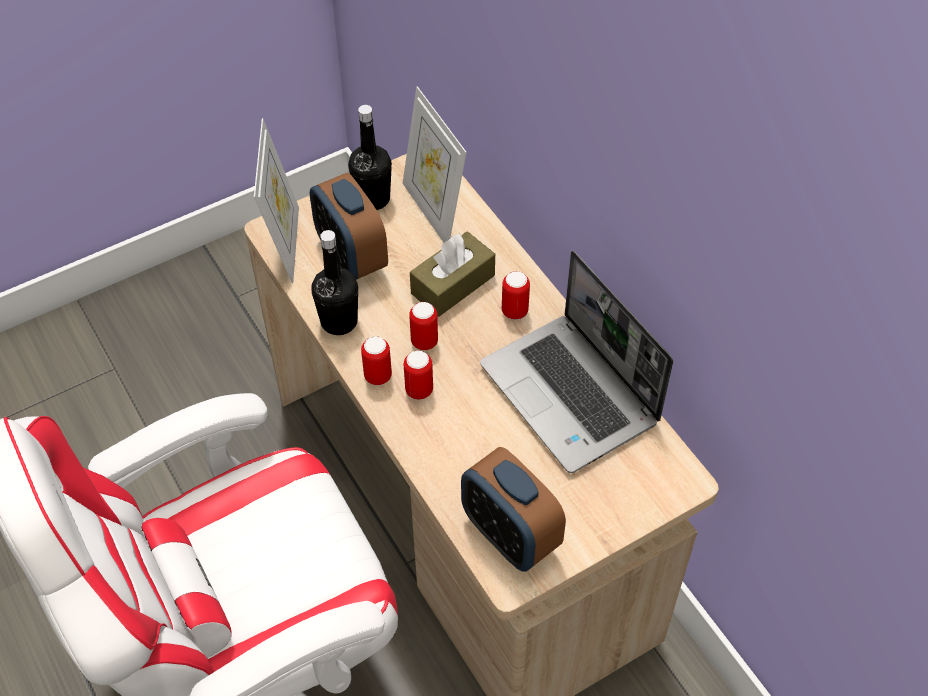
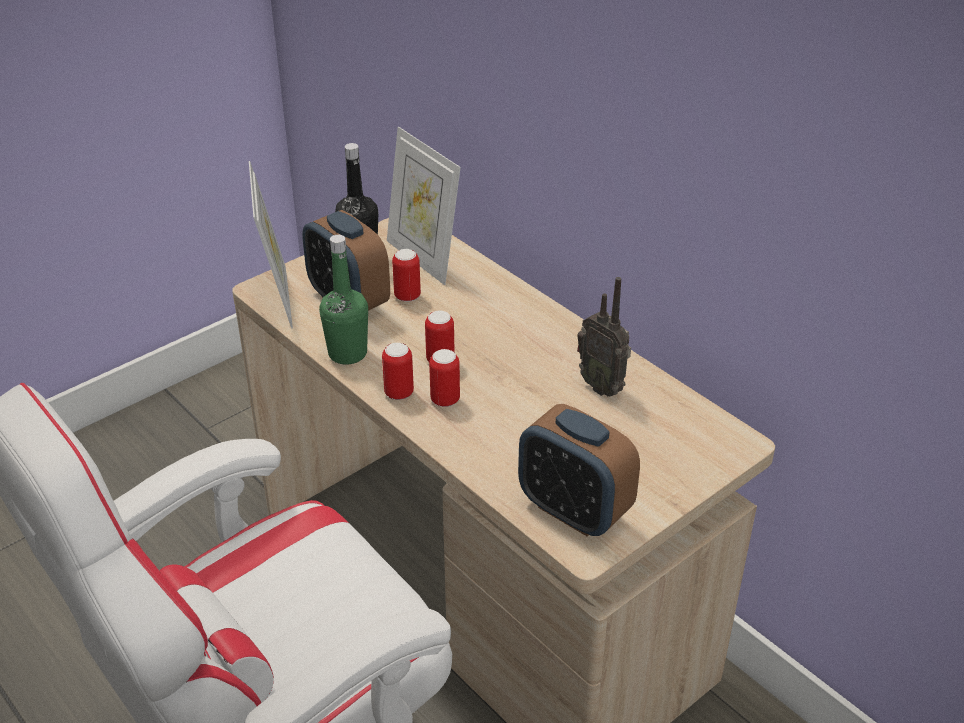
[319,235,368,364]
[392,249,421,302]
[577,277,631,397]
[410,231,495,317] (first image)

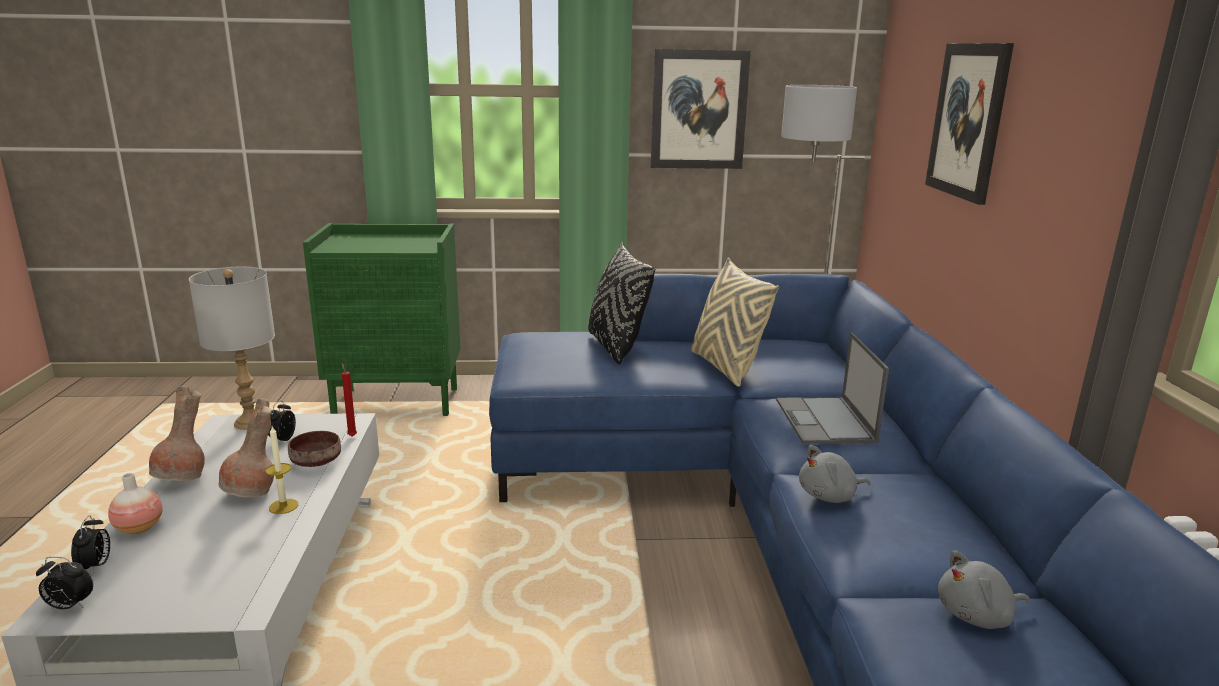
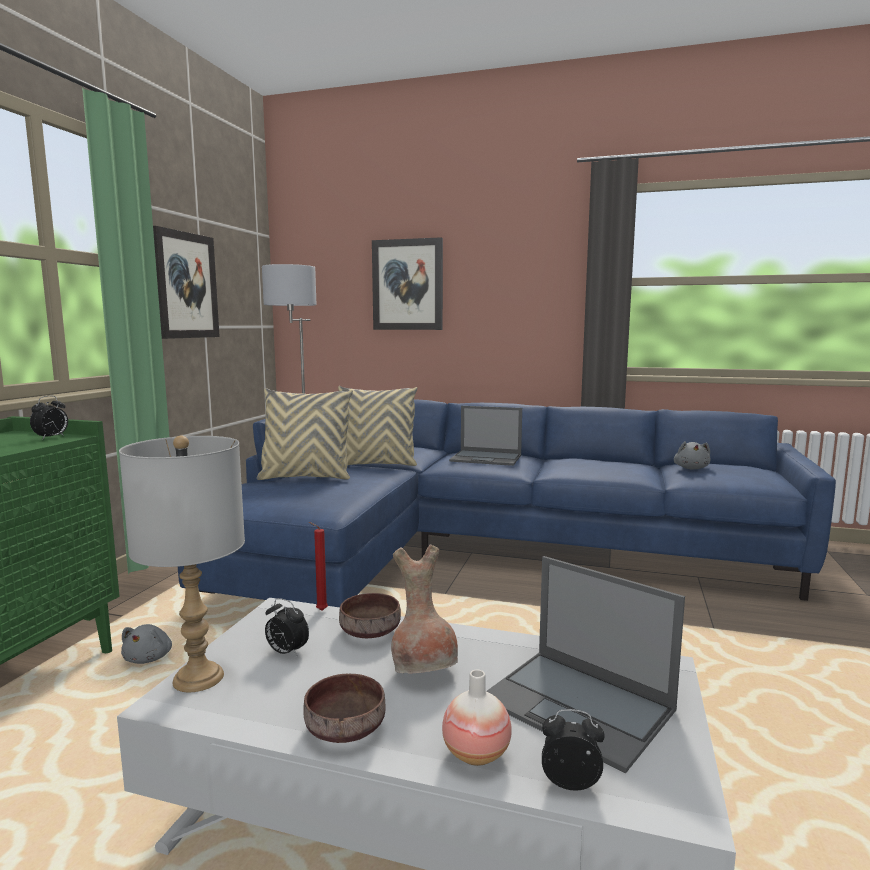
[30,395,68,439]
[121,624,172,664]
[257,388,353,480]
[303,674,385,743]
[487,556,685,774]
[266,426,298,514] (first image)

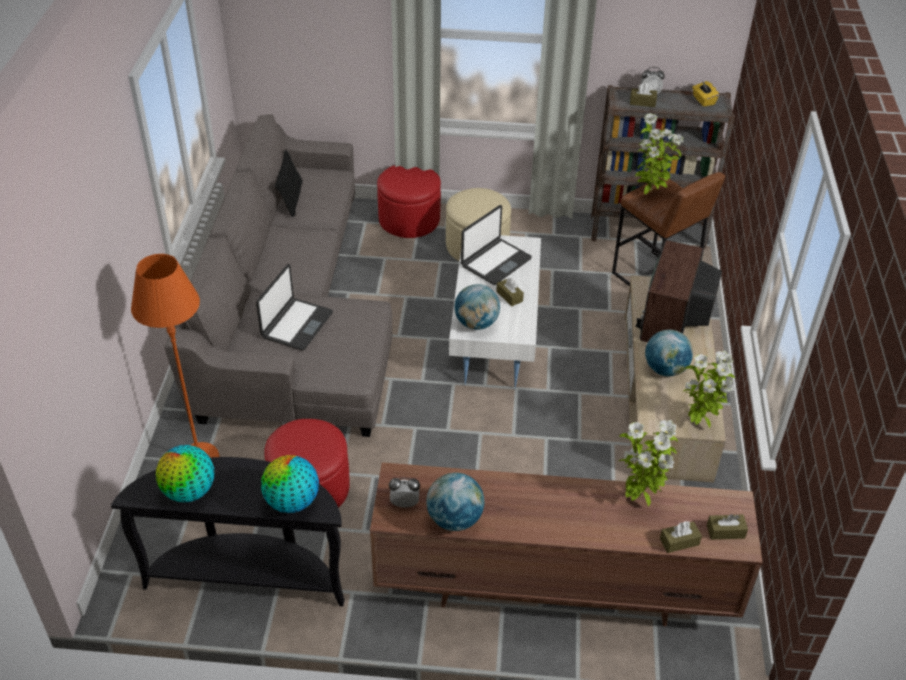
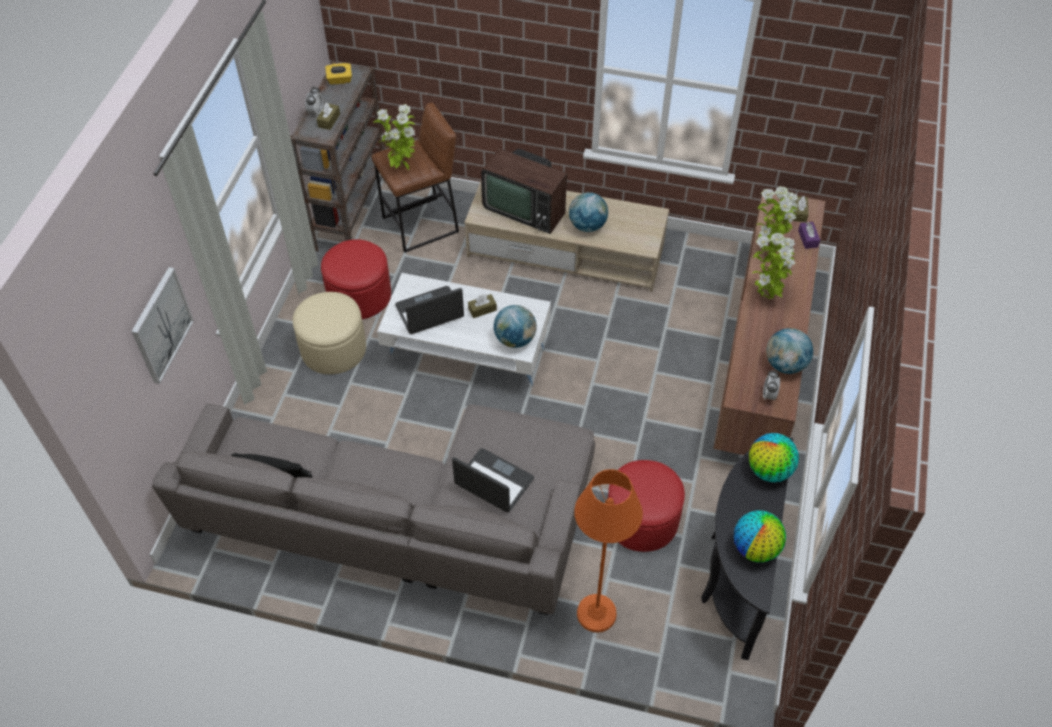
[131,267,194,384]
[321,239,391,319]
[395,286,464,334]
[753,233,795,299]
[798,222,820,249]

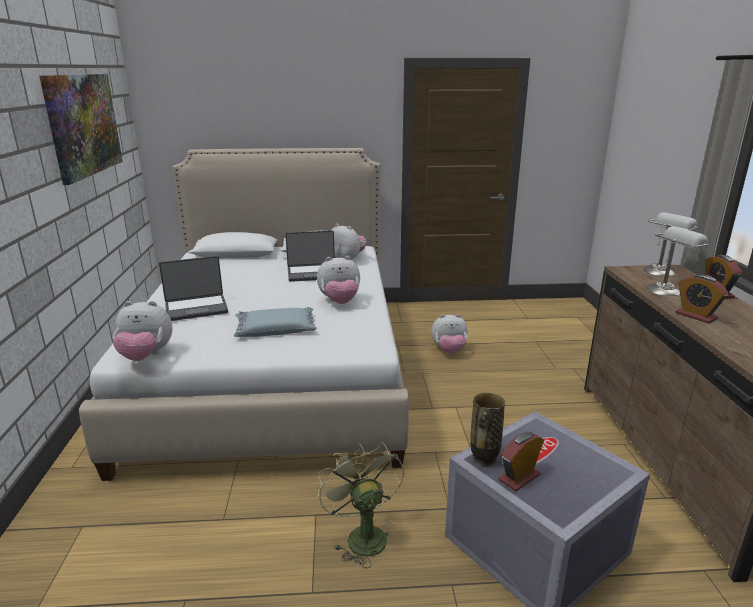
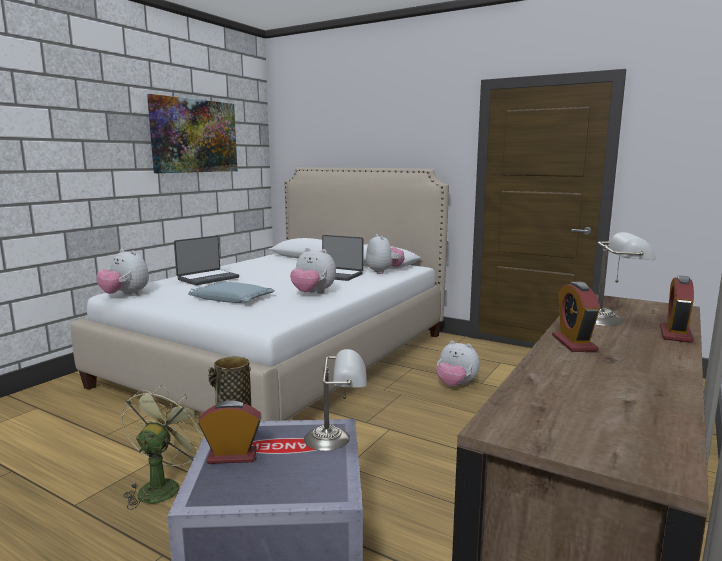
[174,236,239,285]
[304,349,367,451]

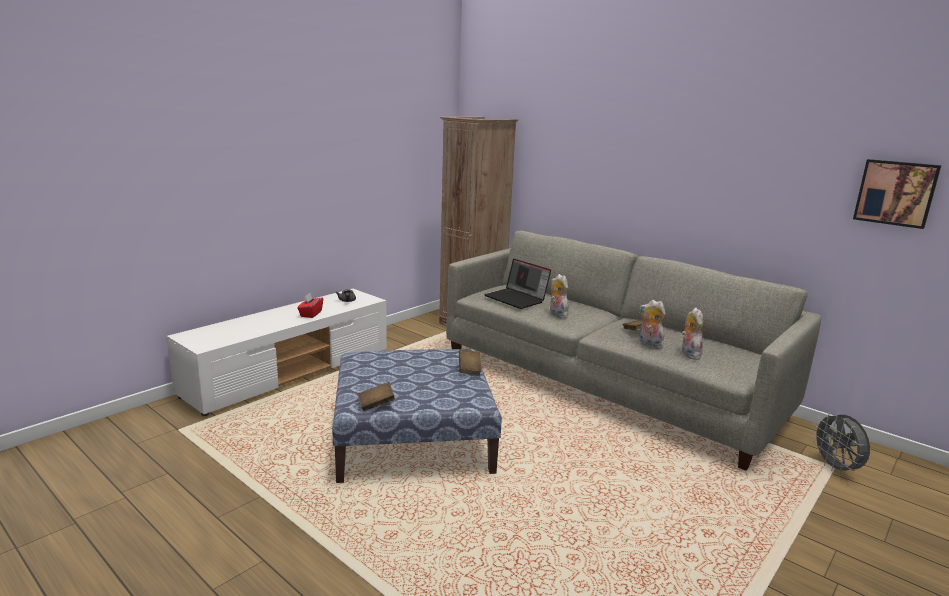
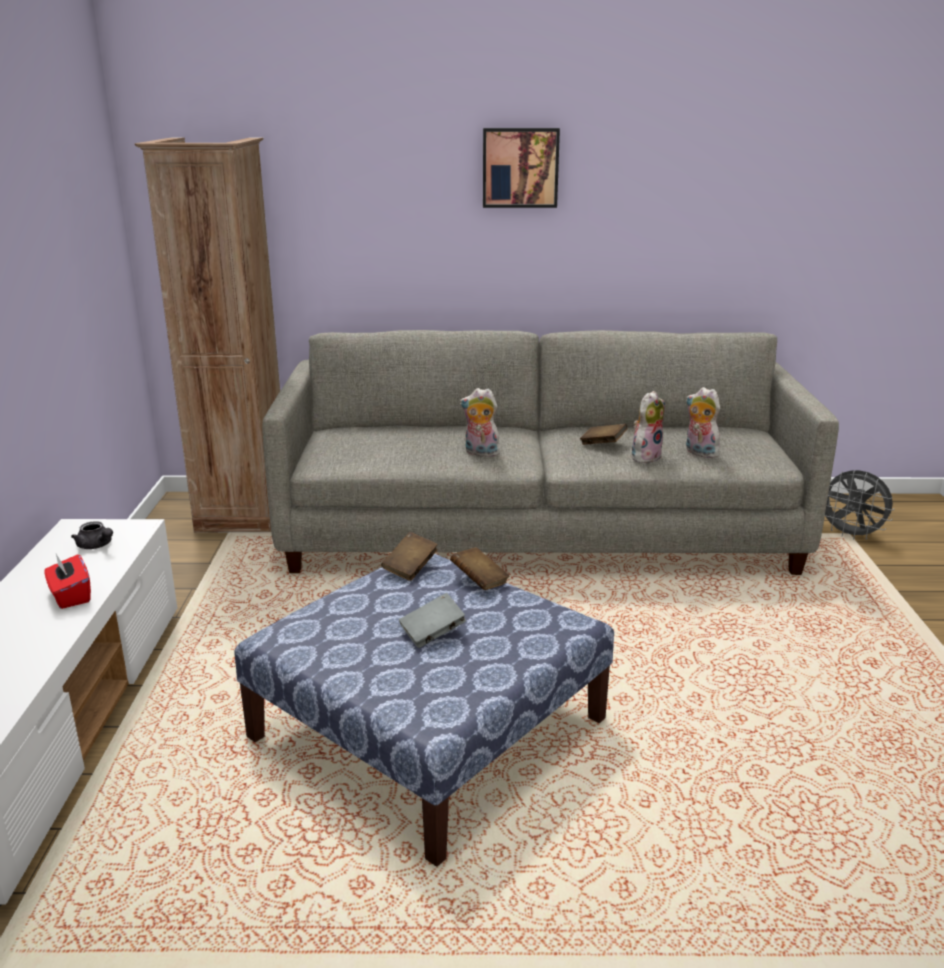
[381,532,438,581]
[399,593,466,648]
[483,128,560,208]
[632,391,665,463]
[484,259,551,309] (first image)

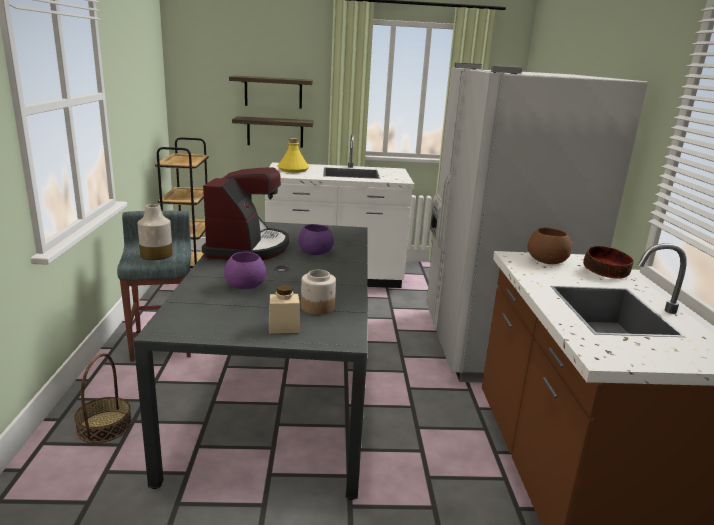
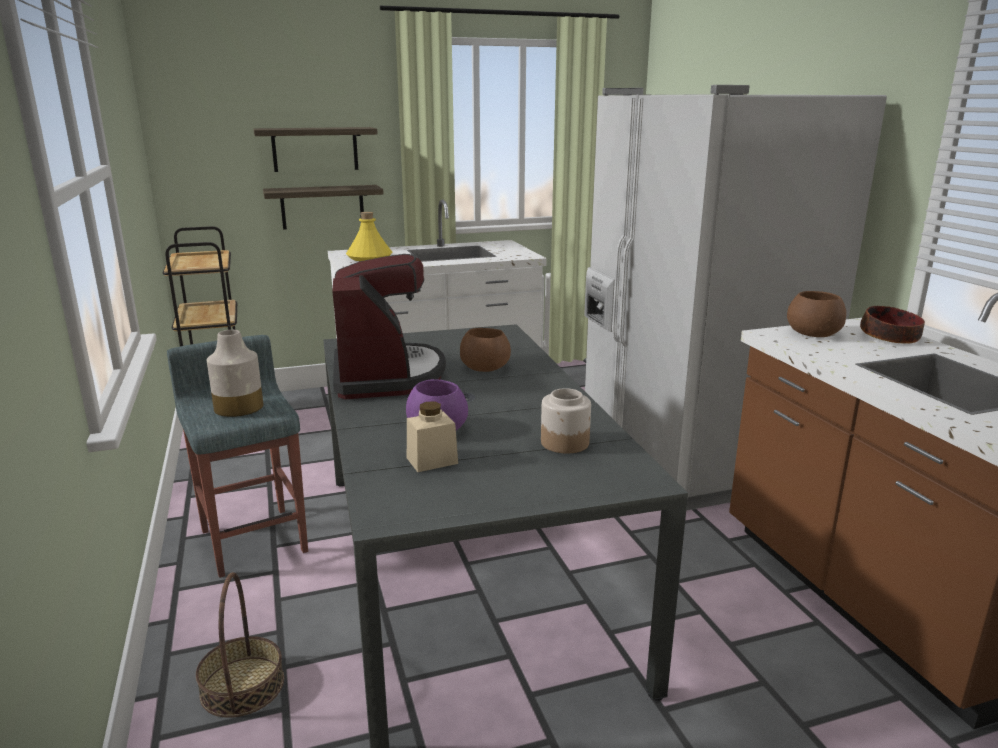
[407,402,458,472]
[460,328,511,372]

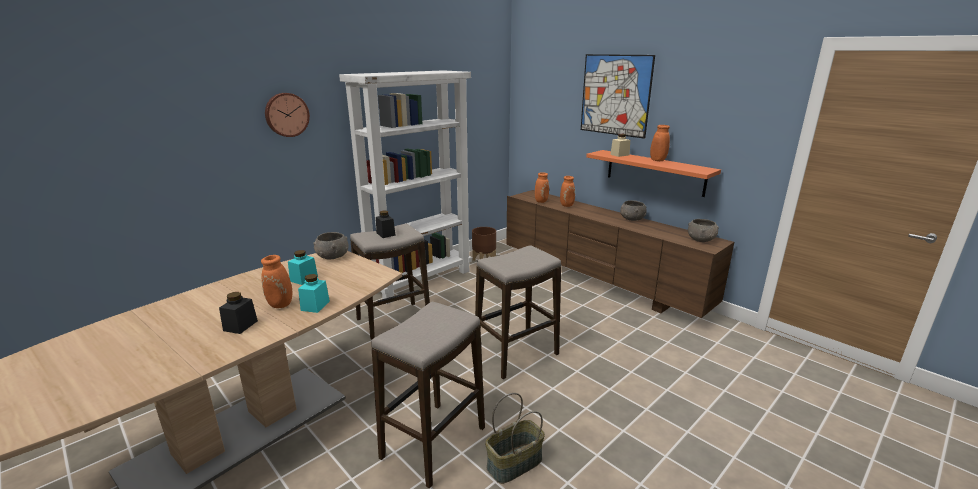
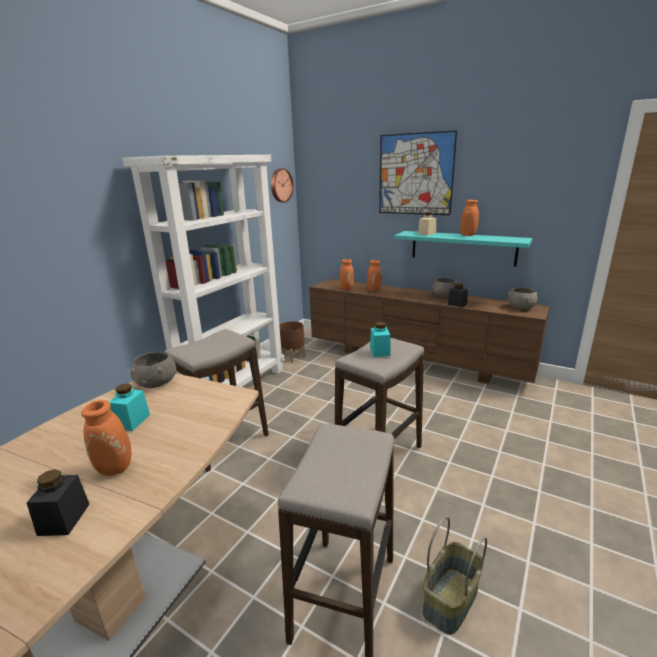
[271,168,294,202]
[370,322,391,357]
[394,231,533,267]
[448,283,468,307]

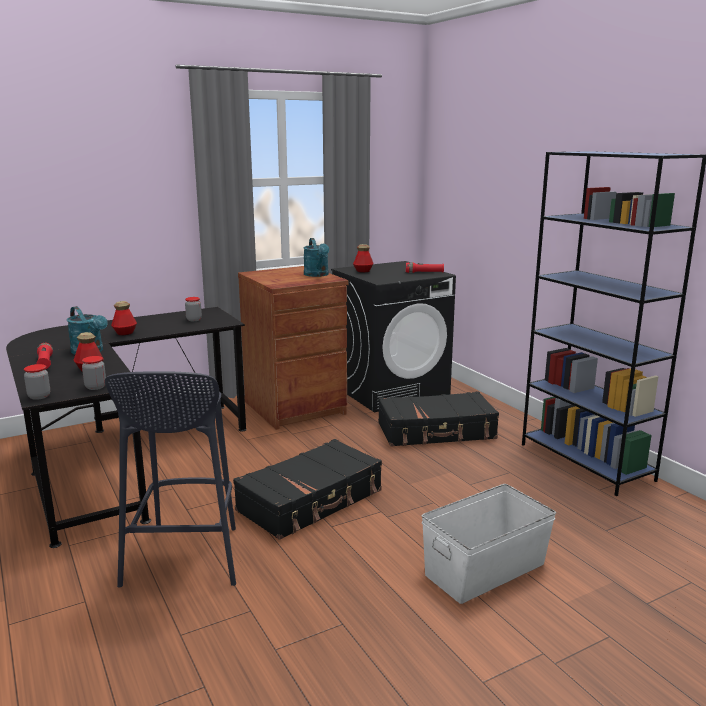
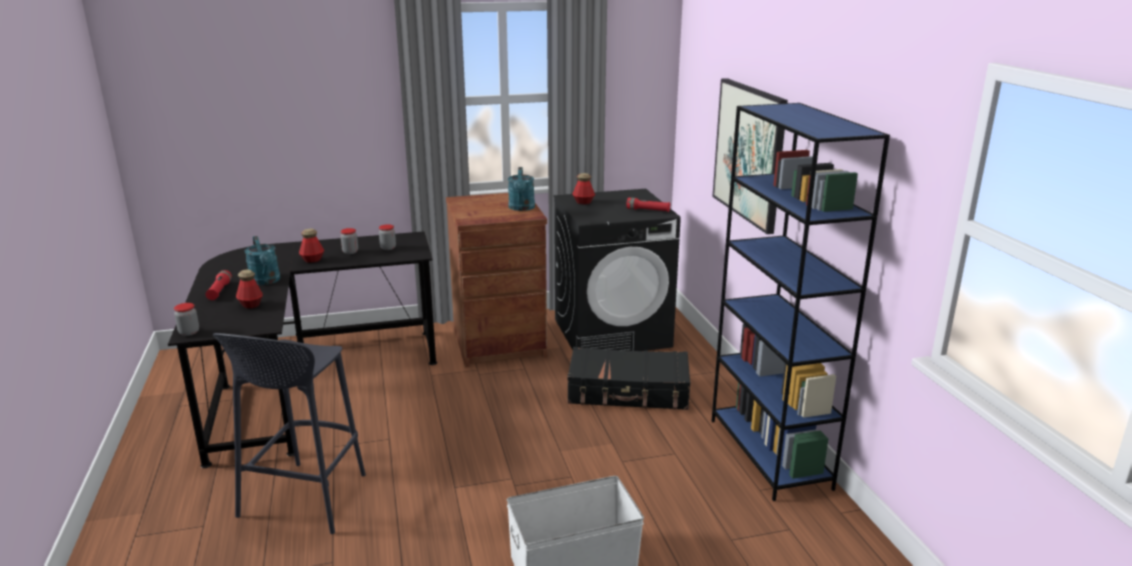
[340,228,358,254]
[712,78,788,234]
[233,439,382,540] (first image)

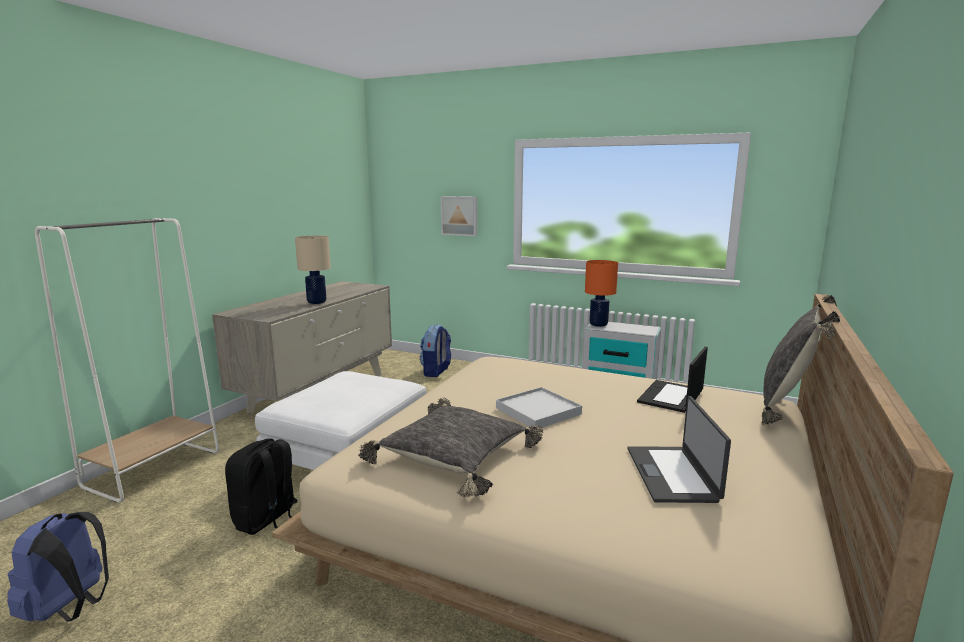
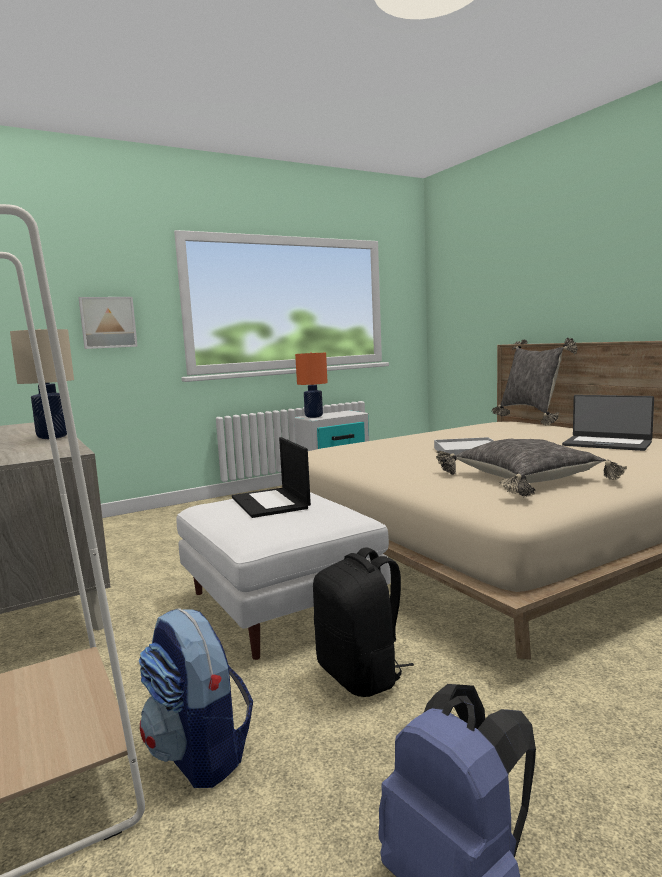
[139,608,253,788]
[232,437,311,518]

